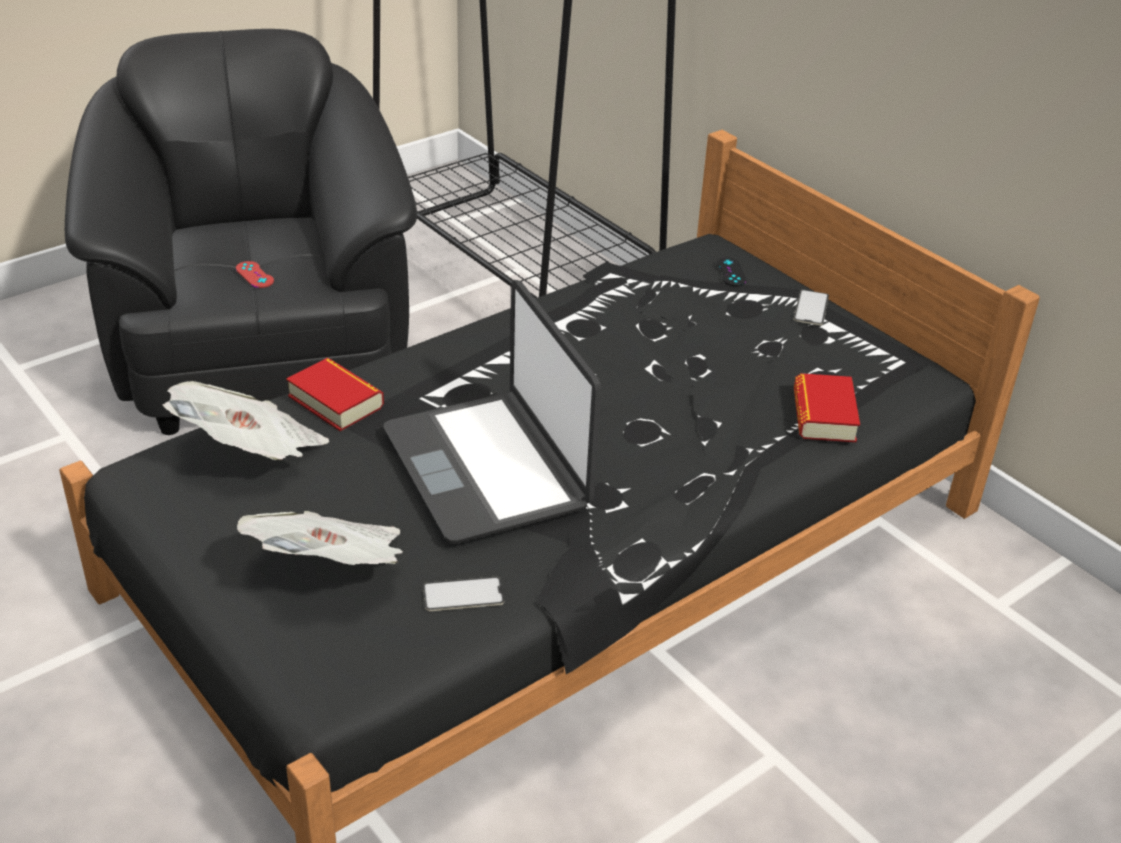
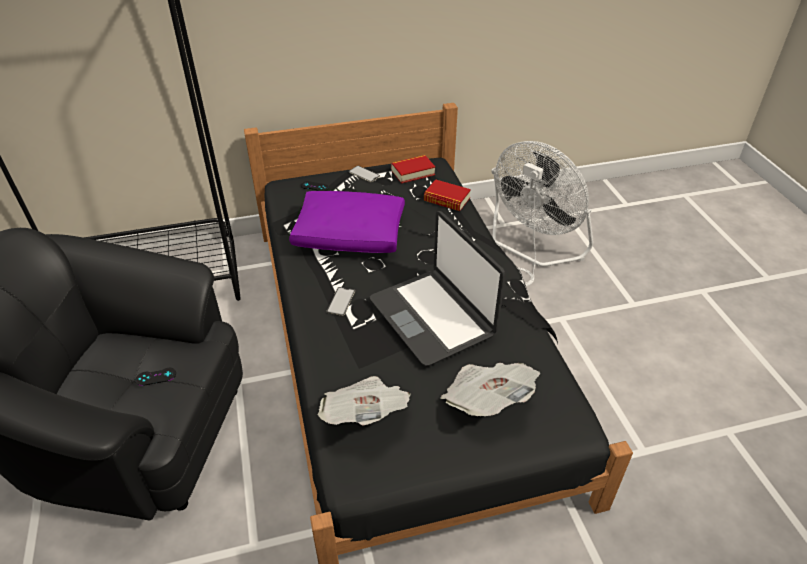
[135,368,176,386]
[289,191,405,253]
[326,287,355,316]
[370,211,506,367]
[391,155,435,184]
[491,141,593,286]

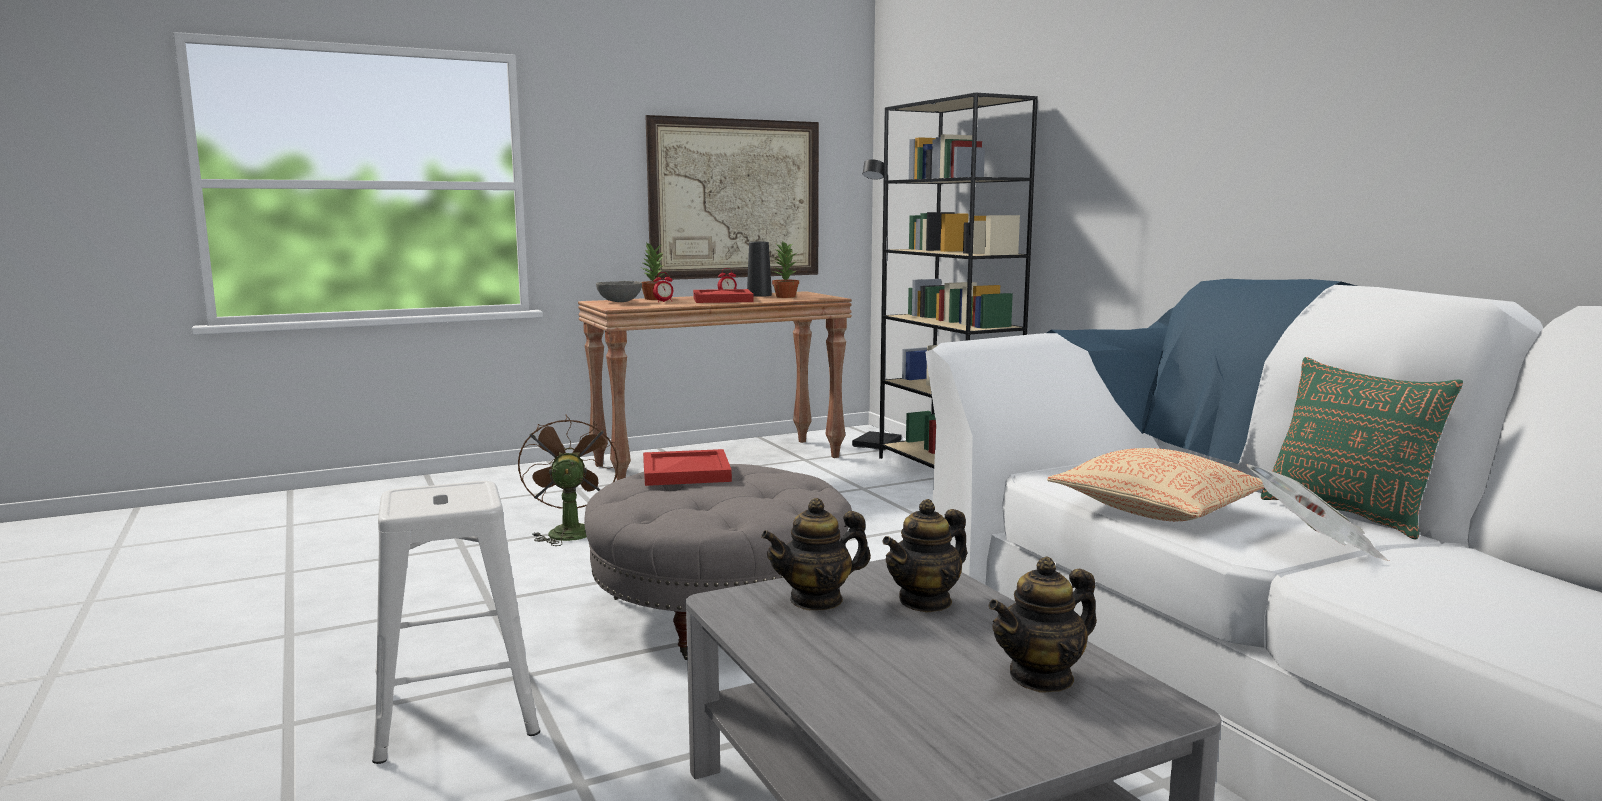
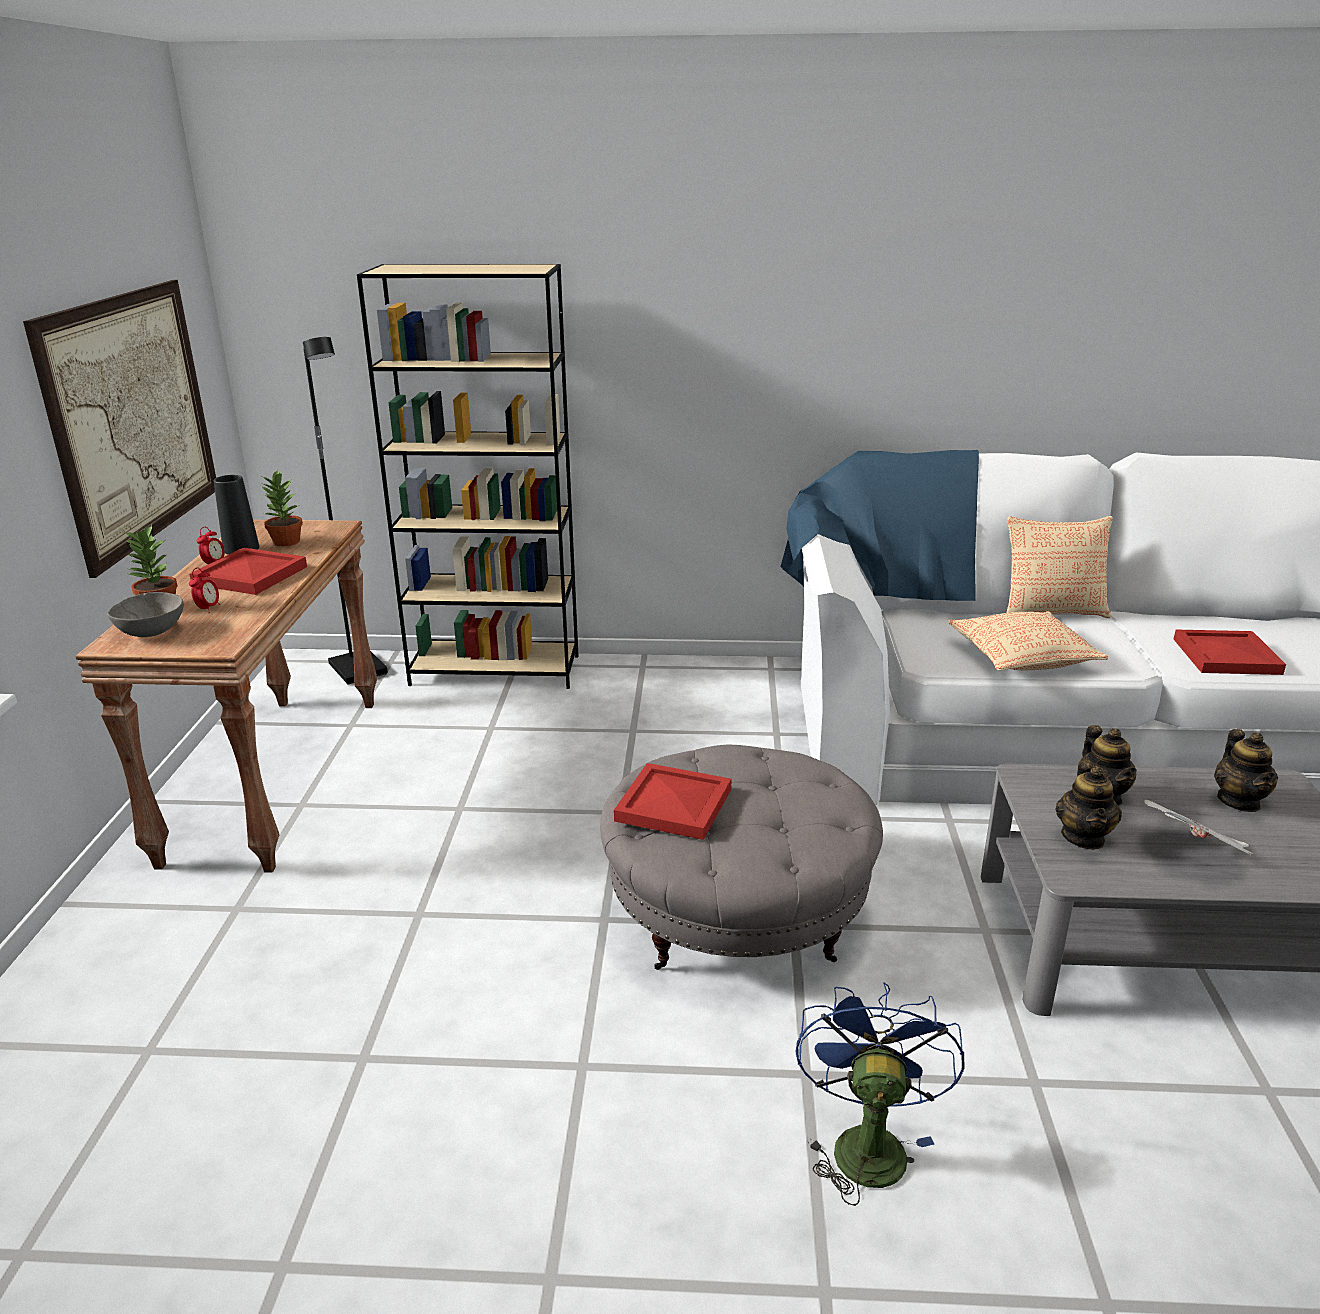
[795,982,965,1206]
[1006,516,1113,618]
[1144,800,1253,855]
[1174,630,1286,675]
[518,415,619,546] (first image)

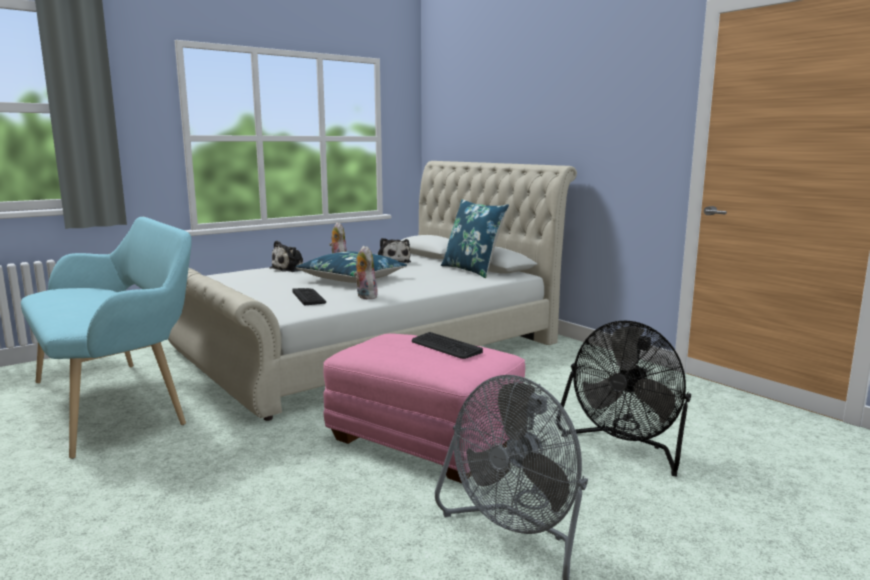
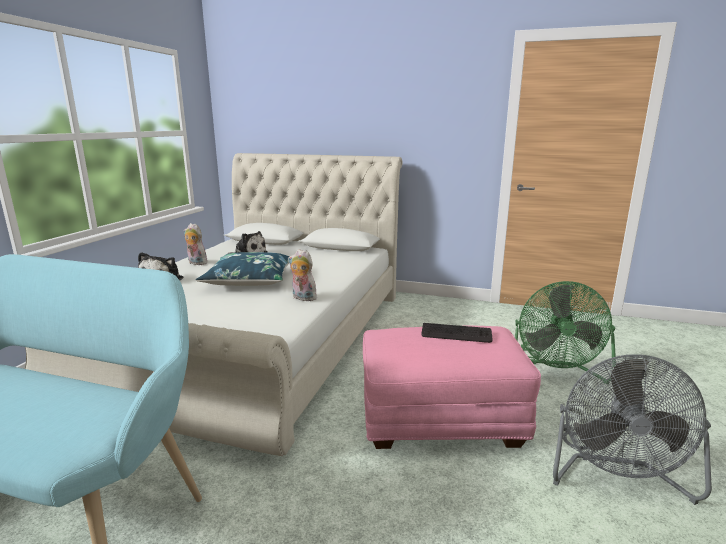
[515,281,616,383]
[293,288,326,305] (first image)
[441,199,509,278] (first image)

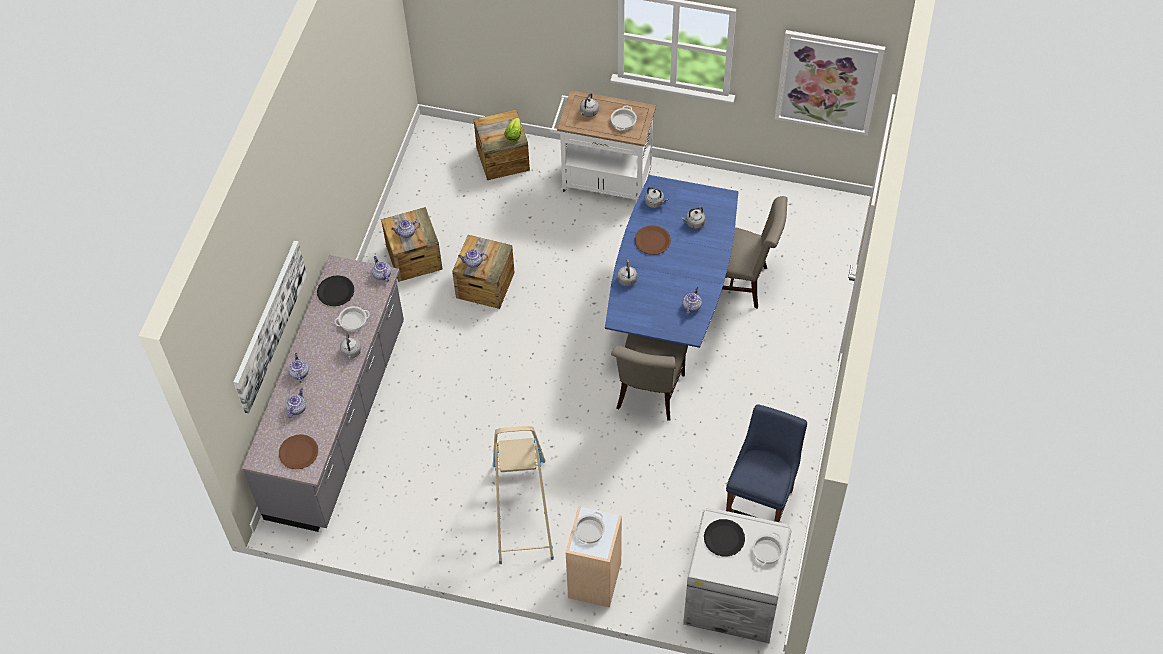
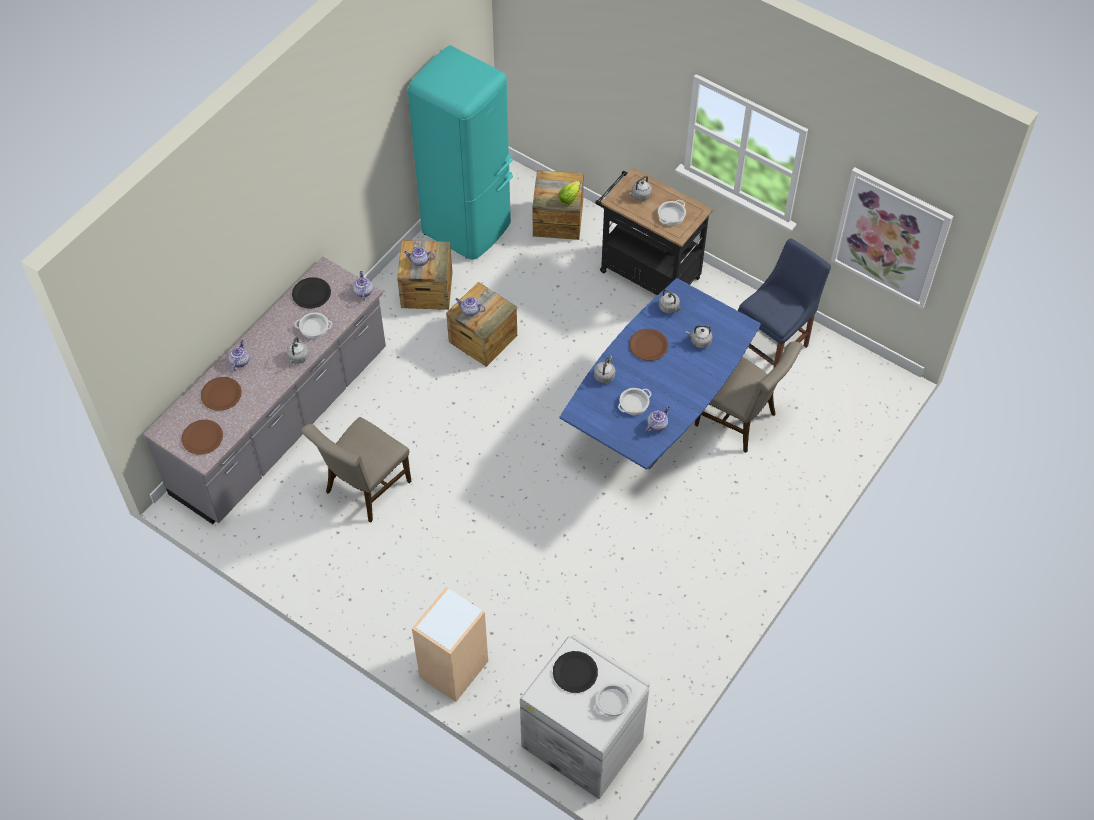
[201,377,242,411]
[301,417,412,523]
[408,45,513,260]
[595,168,713,295]
[618,388,651,415]
[738,238,831,369]
[234,241,307,414] (first image)
[493,426,554,564] (first image)

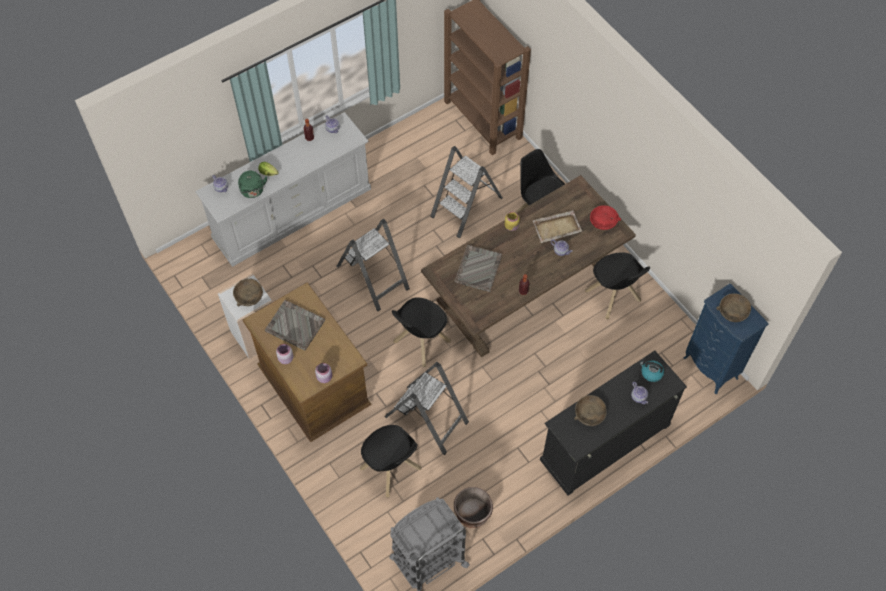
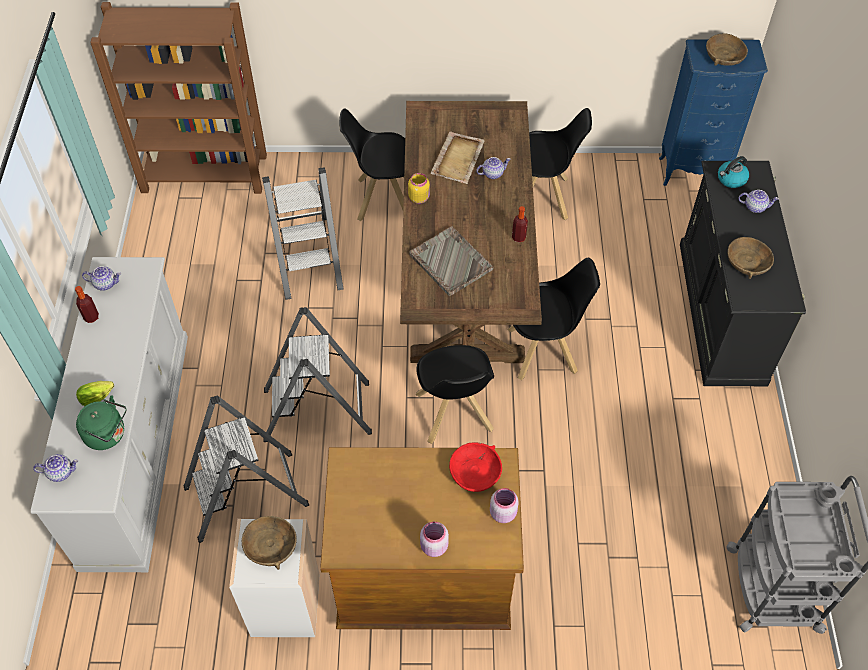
[183,395,309,543]
[449,443,502,492]
[508,258,600,380]
[265,300,325,351] (first image)
[454,487,493,528] (first image)

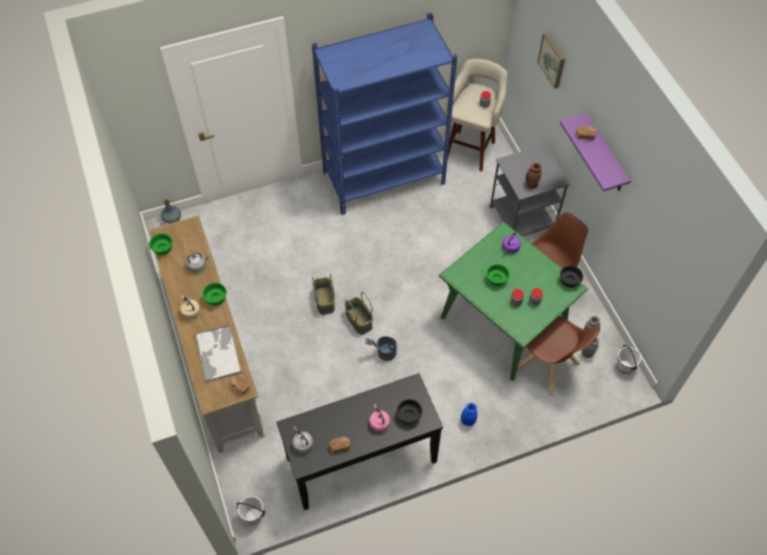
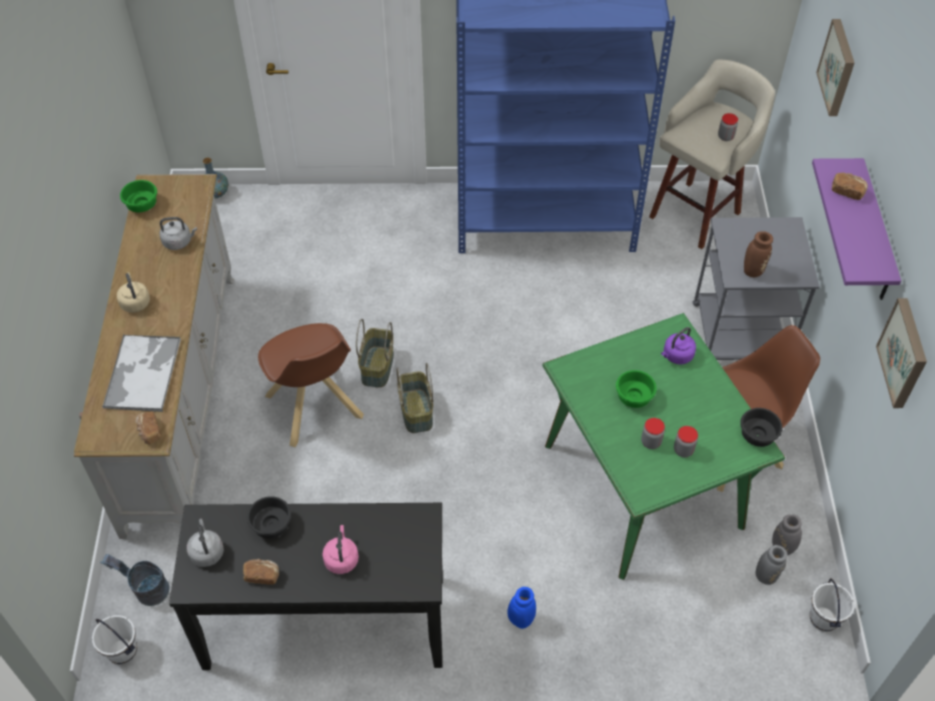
[100,554,170,606]
[247,496,291,539]
[258,323,364,447]
[876,298,927,408]
[202,283,227,305] (first image)

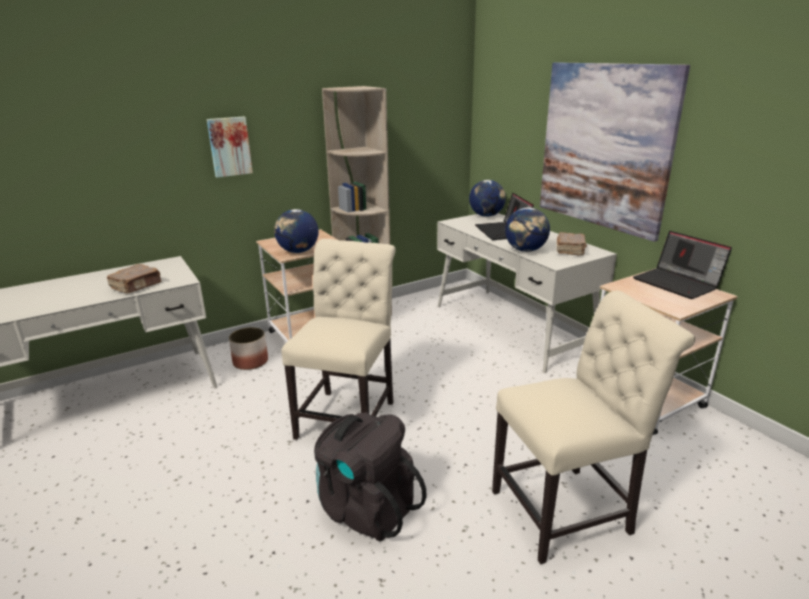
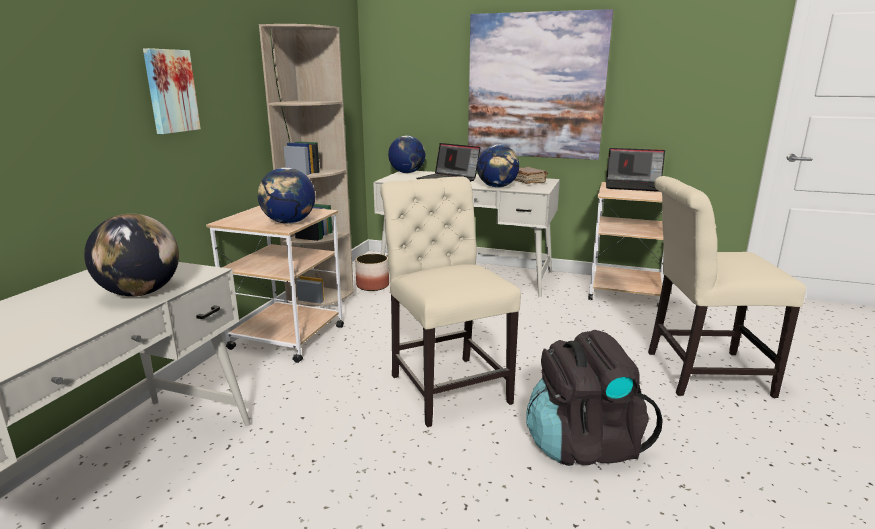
[84,214,179,296]
[355,254,389,291]
[648,176,806,398]

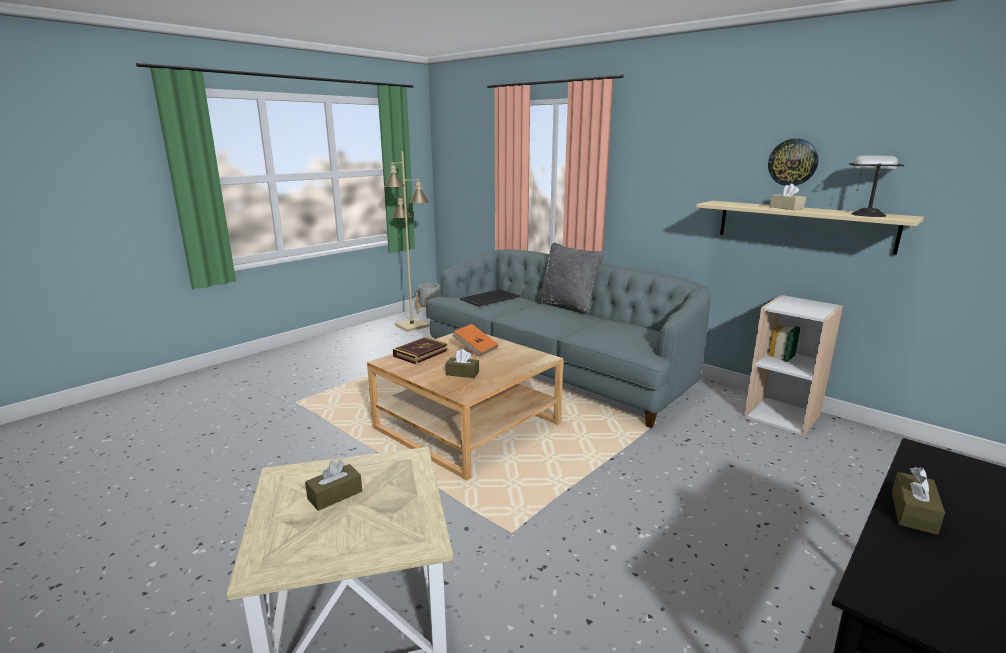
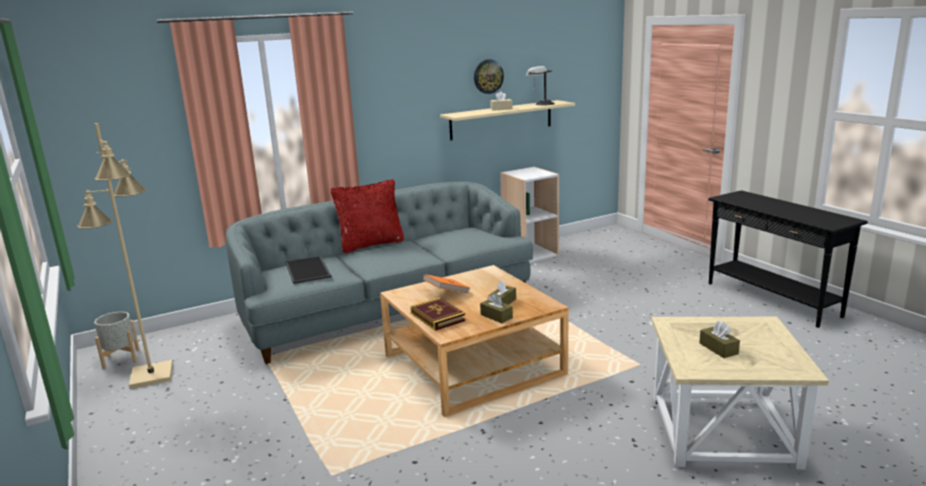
[330,179,404,254]
[480,293,513,323]

